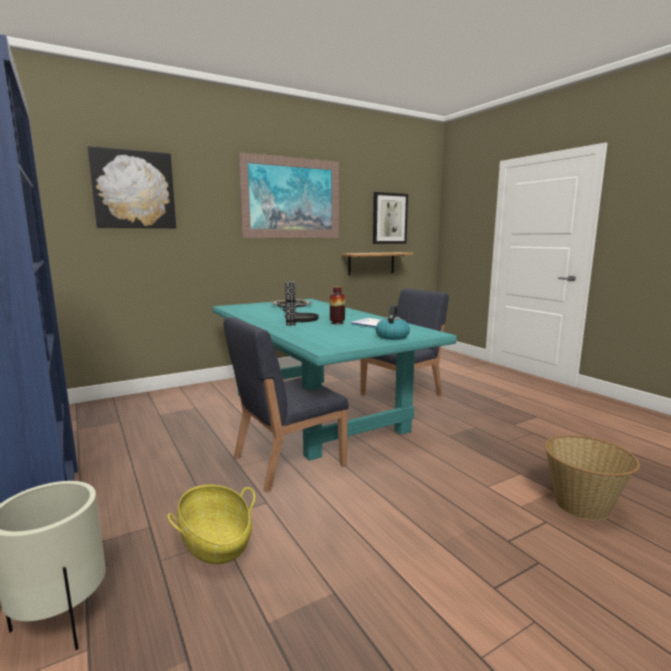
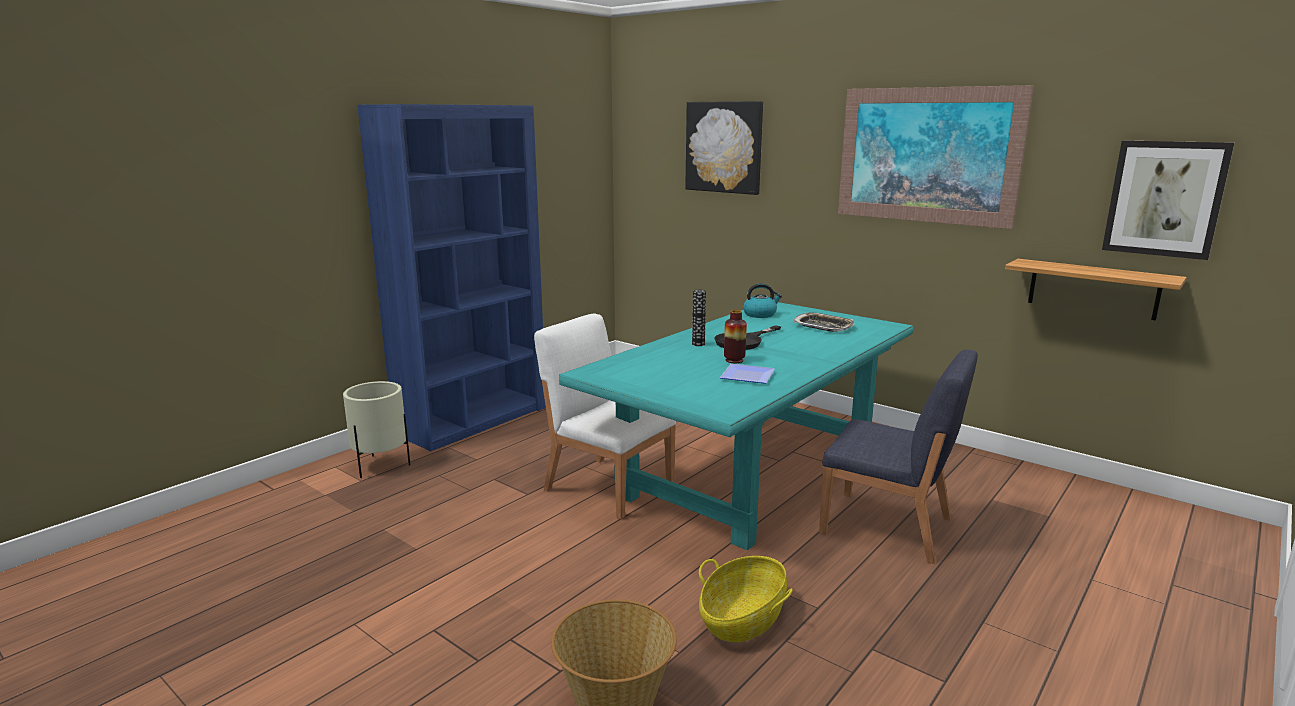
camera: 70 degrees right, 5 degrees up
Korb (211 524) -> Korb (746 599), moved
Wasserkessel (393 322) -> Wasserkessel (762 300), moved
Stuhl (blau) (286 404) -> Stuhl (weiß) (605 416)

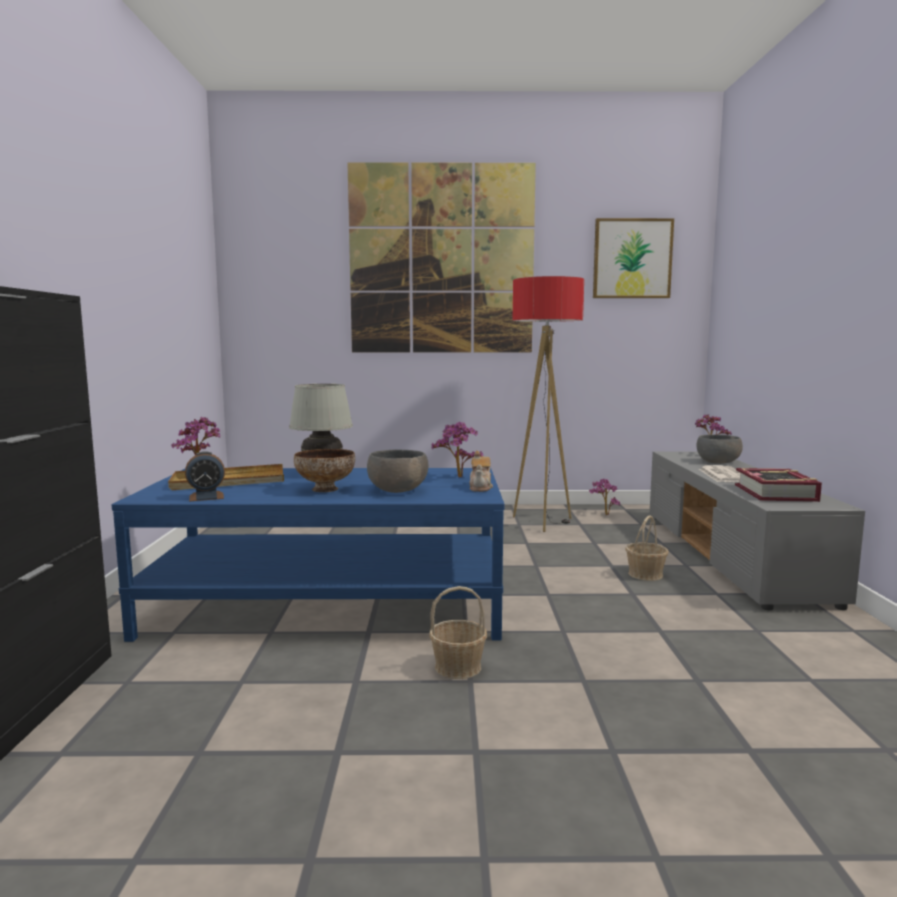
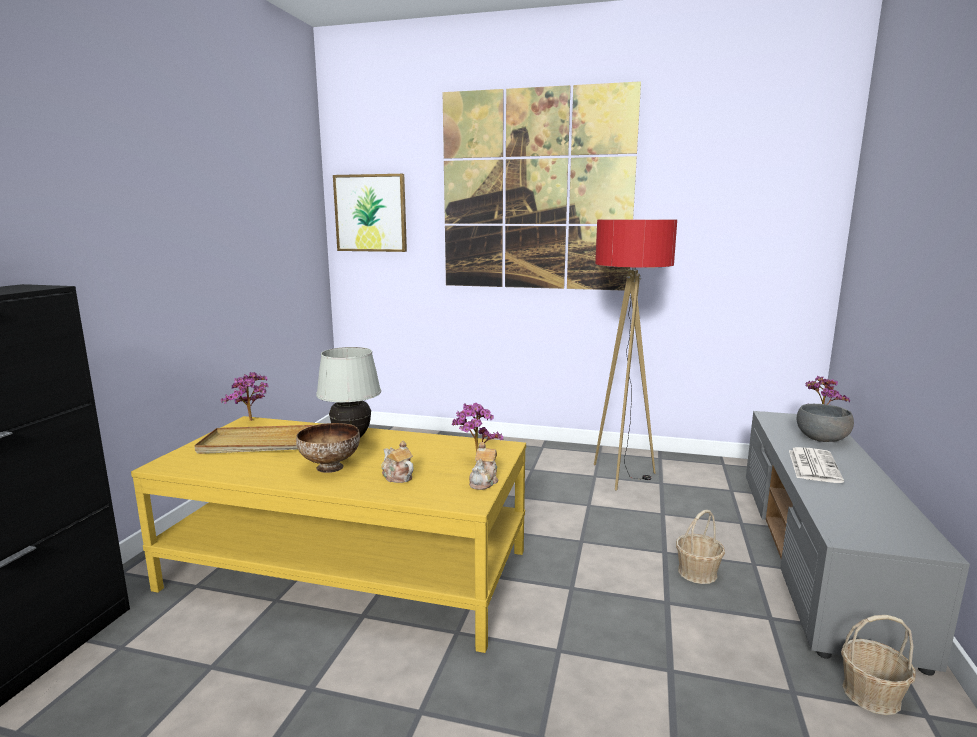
camera: 15 degrees right, 5 degrees up
Wecker (205 476) -> none
Topfpflanze (604 497) -> none
Buch (778 485) -> none
Korb (458 632) -> Korb (878 665), moved
Bild (633 258) -> Bild (370 213), moved
Schüssel (grau) (397 471) -> Teekanne (397 462)
Couchtisch (blau) (308 555) -> Couchtisch (gelb) (328 534)

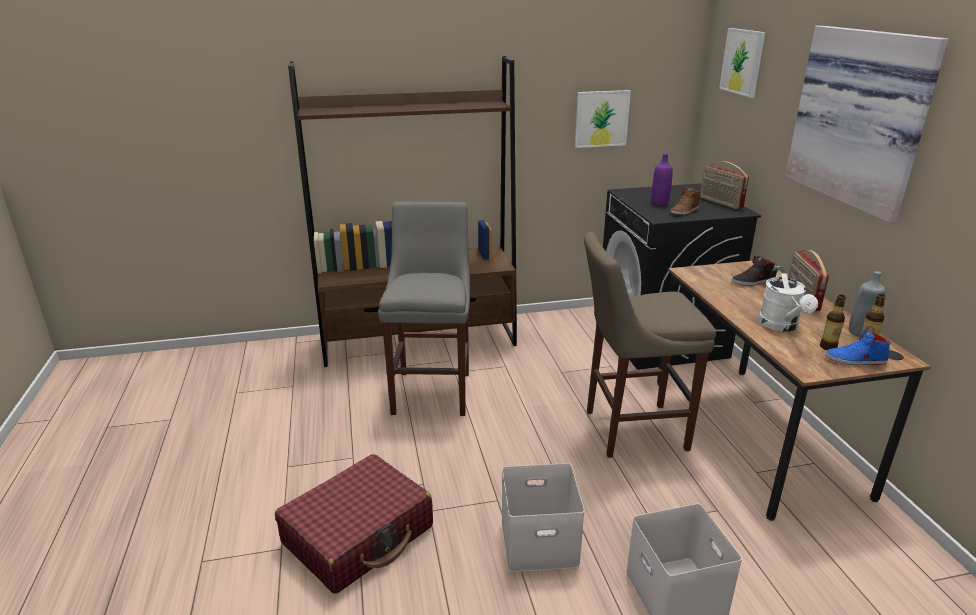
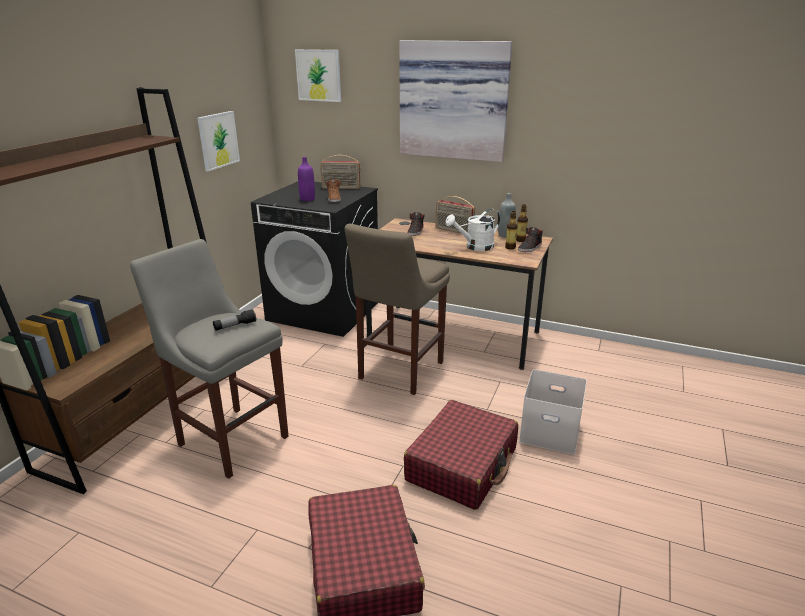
camera: 55 degrees left, 0 degrees up
none -> Taschenlampe (234 320)
Aufbewahrungsbox (weiß) (543 517) -> Koffer (rot) (461 455)
Schuh (blau) (858 347) -> Schuh (schwarz) (530 239)
Gießkanne (weiß) (788 299) -> Gießkanne (weiß) (472 230), 120 degrees clockwise

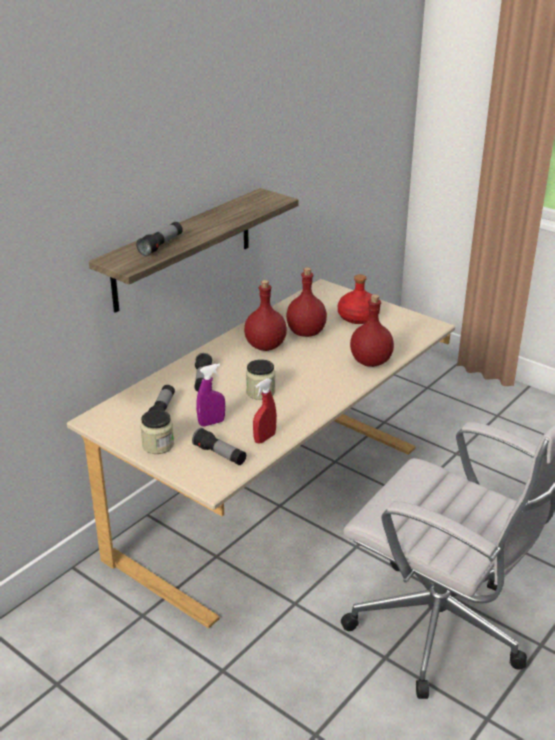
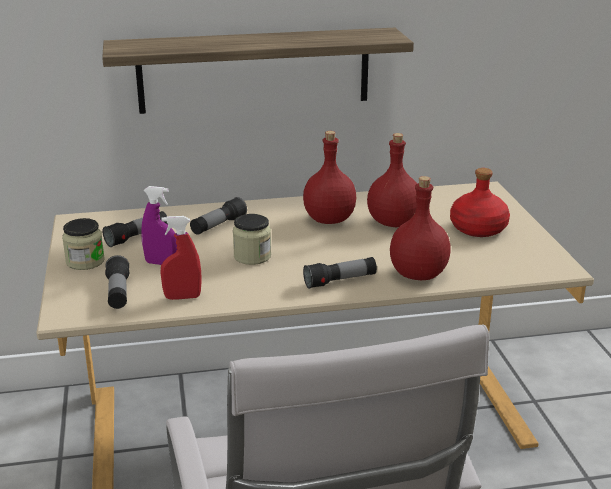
camera: 40 degrees right, 5 degrees down
Taschenlampe (159 239) -> Taschenlampe (340 273), moved

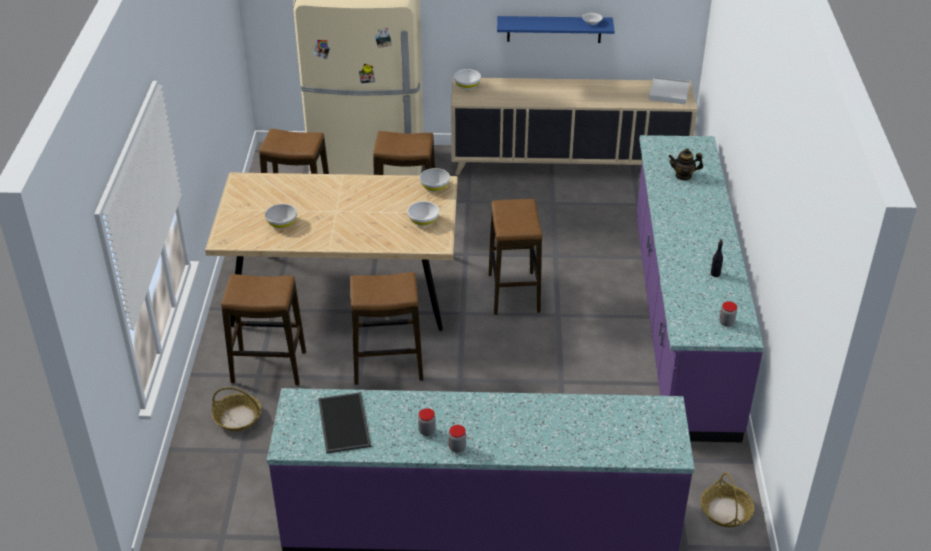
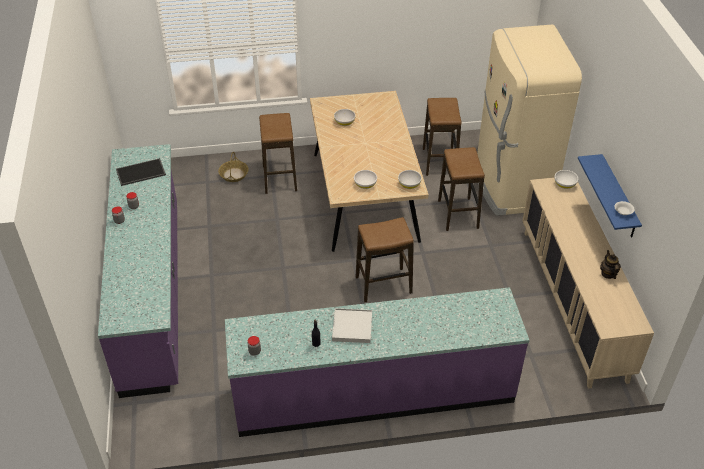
camera: 80 degrees right, 5 degrees up
Hocker (386 328) -> none
Korb (727 499) -> none
Tablett (weiß) (669 91) -> Tablett (weiß) (352 325), moved
Teekanne (685 164) -> Teekanne (610 264), moved

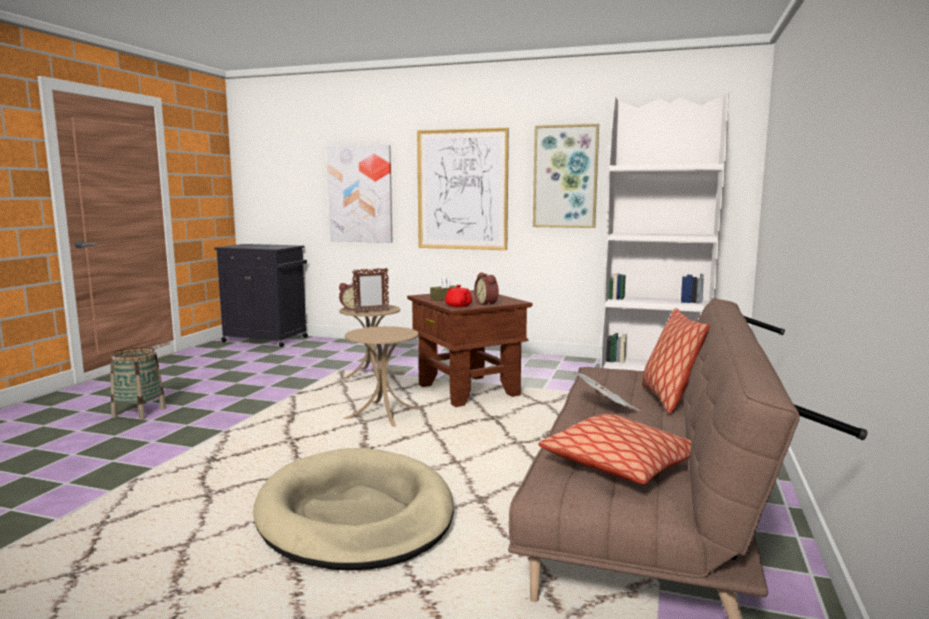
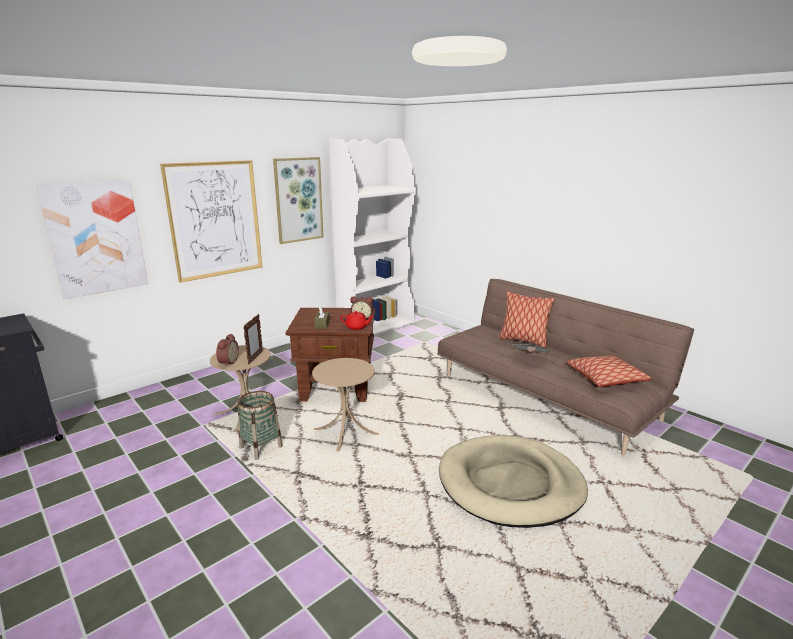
camera: 60 degrees left, 10 degrees up
Korb (138 383) -> Korb (260 425), moved

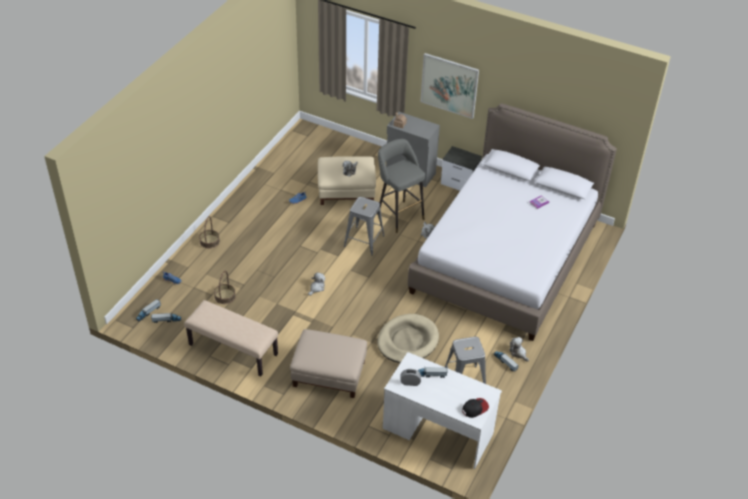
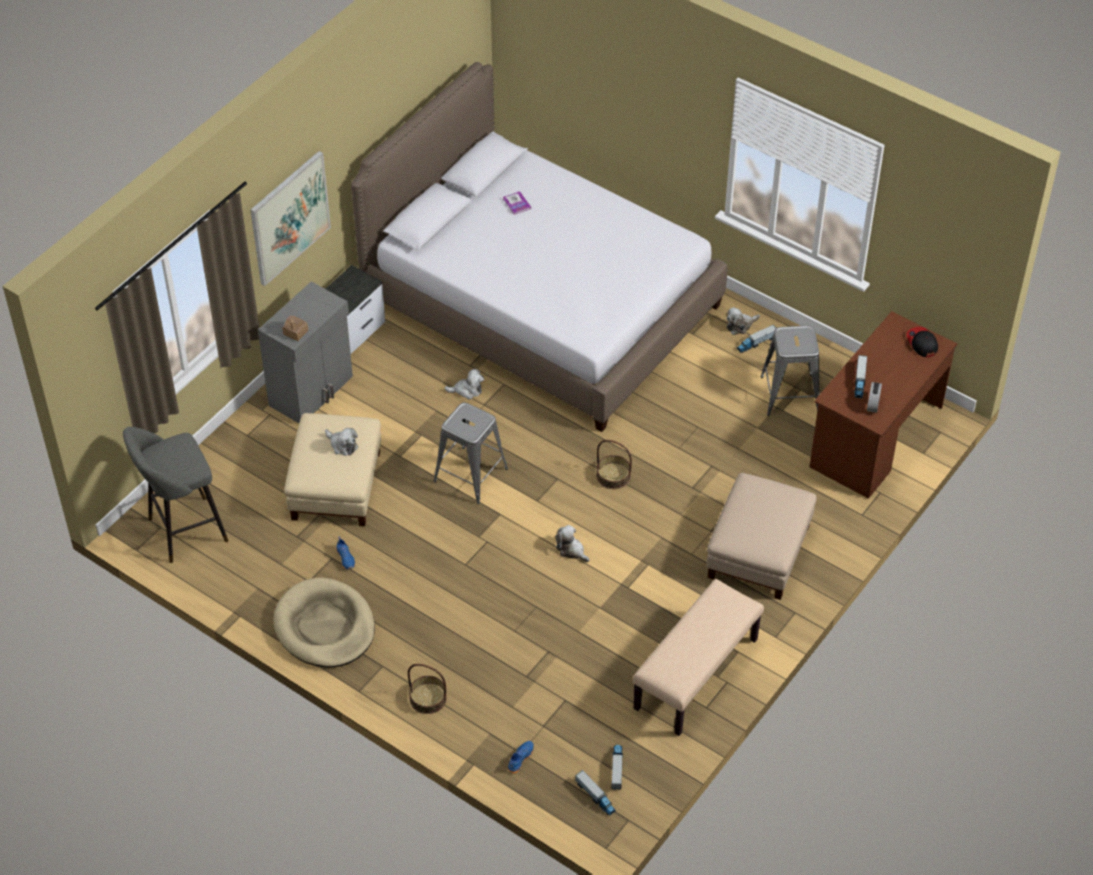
camera: 80 degrees left, 5 degrees up
Korb (225 287) -> Korb (614 464), moved
Hocker (grau) (401 186) -> Hocker (grau) (175 495), moved
Hundebett (beige) (408 338) -> Hundebett (beige) (324 622), moved
Schreibtisch (weiß) (442 410) -> Schreibtisch (braun) (883 405)

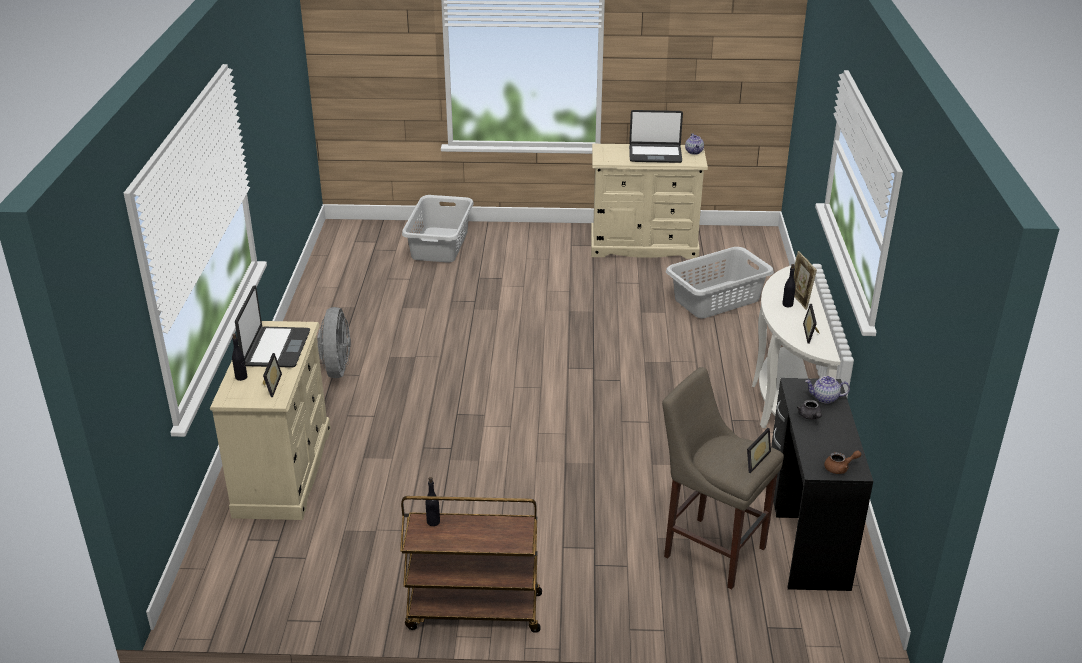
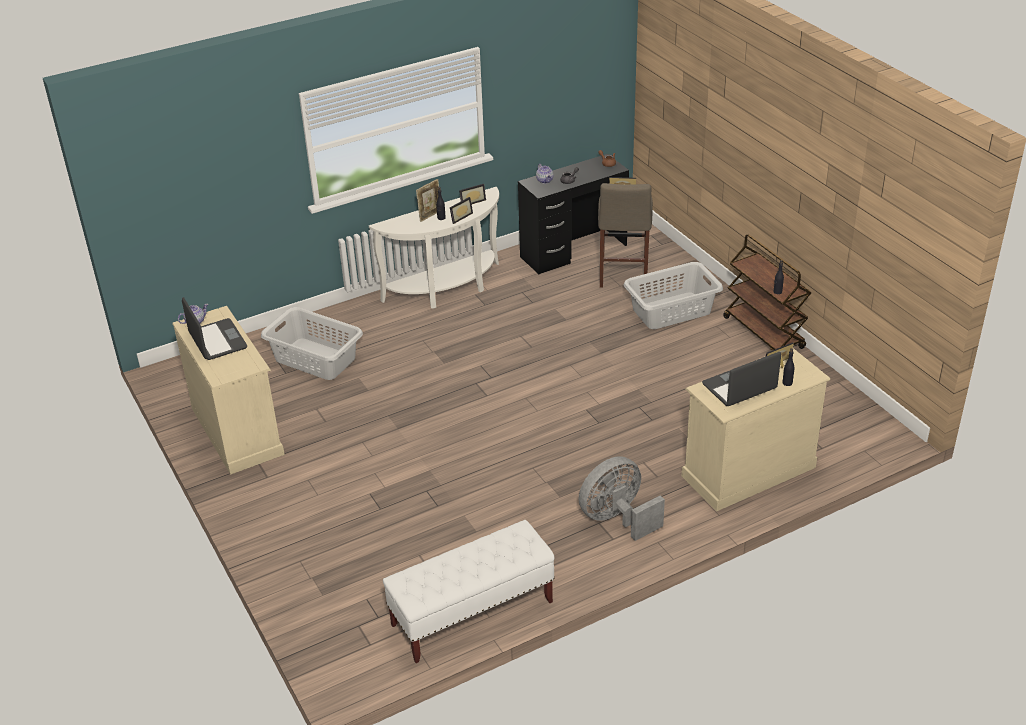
camera: 120 degrees left, 5 degrees up
none -> Bank (weiß) (468 591)
none -> Bilderrahmen (461 210)
Wäschekorb (grau) (438 228) -> Wäschekorb (grau) (673 295), moved

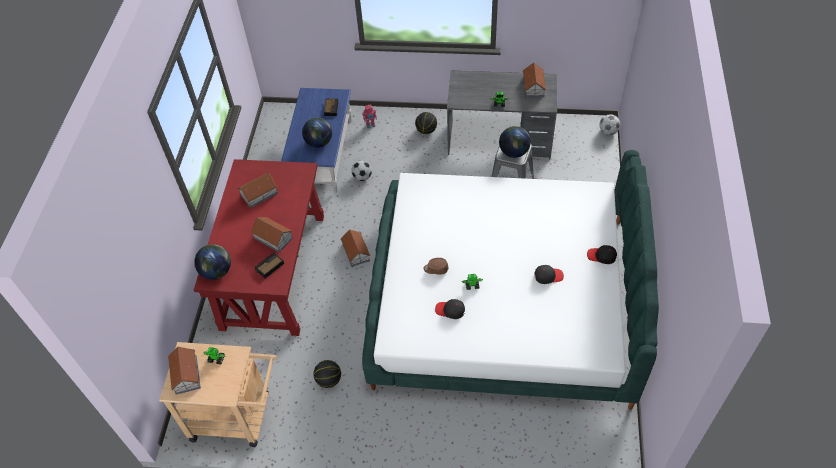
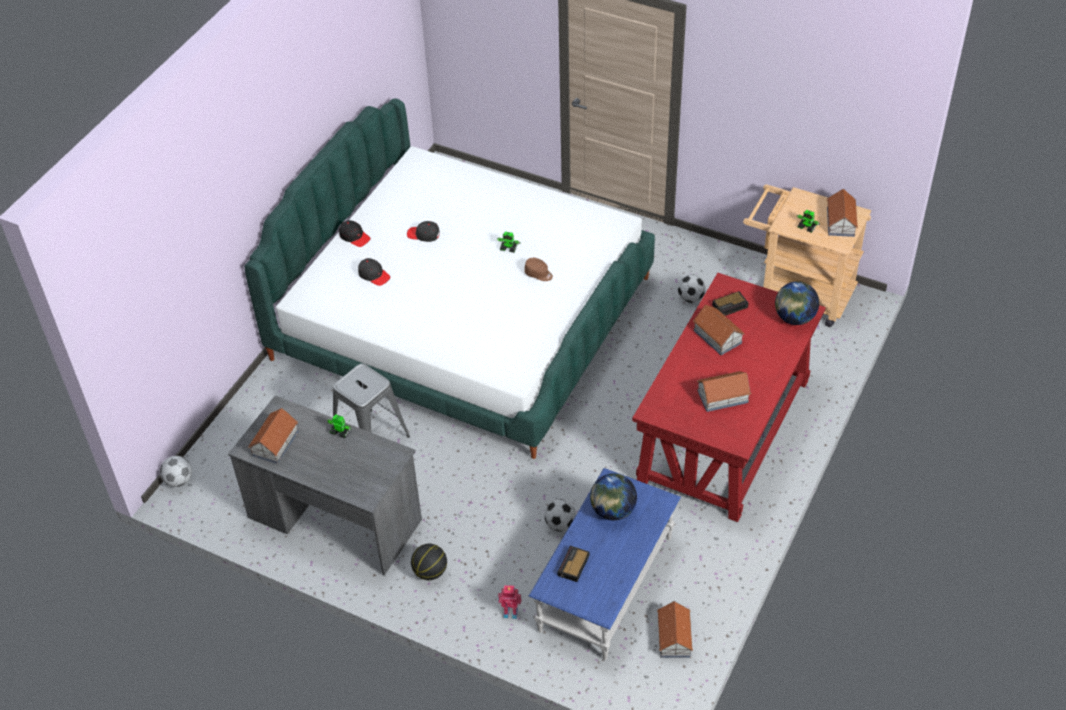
camera: 160 degrees left, 5 degrees down
Globus (515 142) -> none
Spielzeughaus (355 248) -> Spielzeughaus (675 629), moved
Kappe (schwarz) (450 309) -> Kappe (schwarz) (374 272), moved
Basketball (327 374) -> Fußball (691 288)

